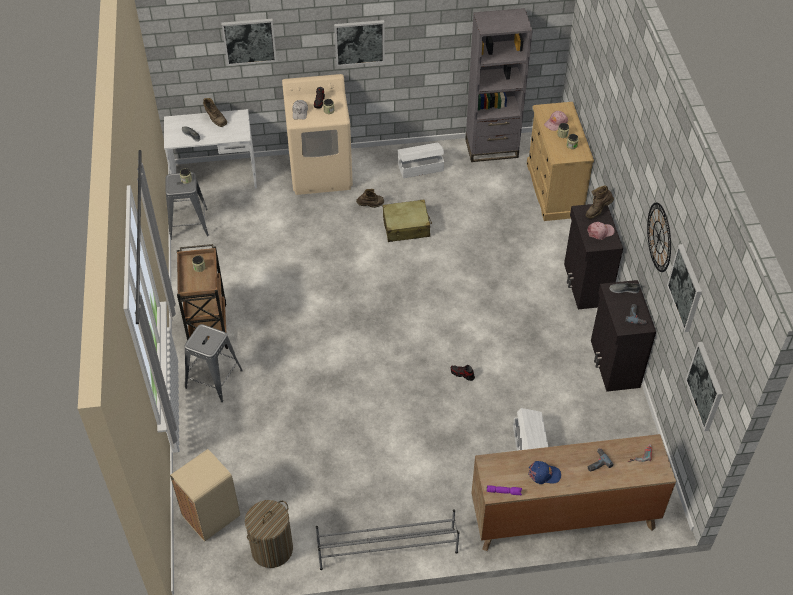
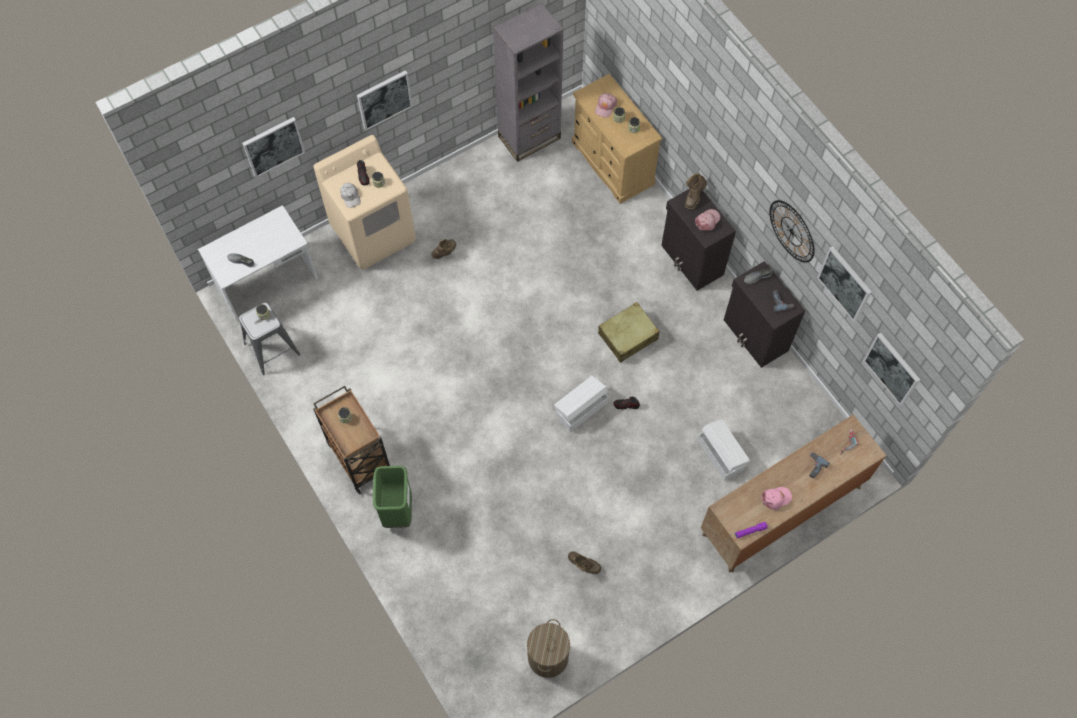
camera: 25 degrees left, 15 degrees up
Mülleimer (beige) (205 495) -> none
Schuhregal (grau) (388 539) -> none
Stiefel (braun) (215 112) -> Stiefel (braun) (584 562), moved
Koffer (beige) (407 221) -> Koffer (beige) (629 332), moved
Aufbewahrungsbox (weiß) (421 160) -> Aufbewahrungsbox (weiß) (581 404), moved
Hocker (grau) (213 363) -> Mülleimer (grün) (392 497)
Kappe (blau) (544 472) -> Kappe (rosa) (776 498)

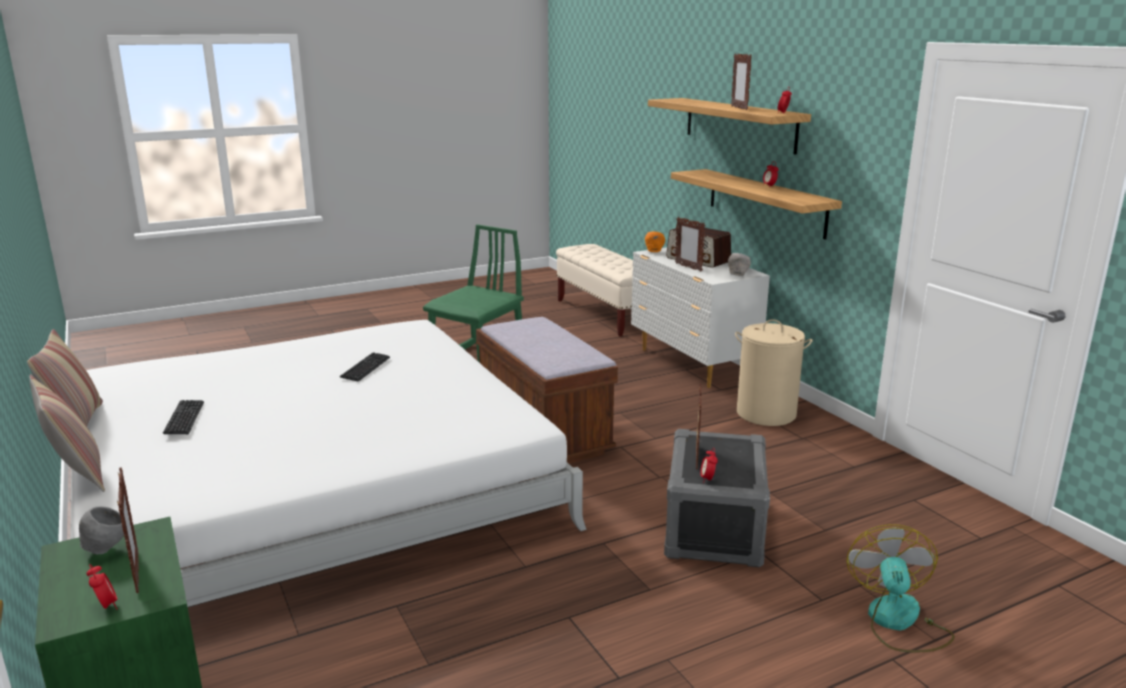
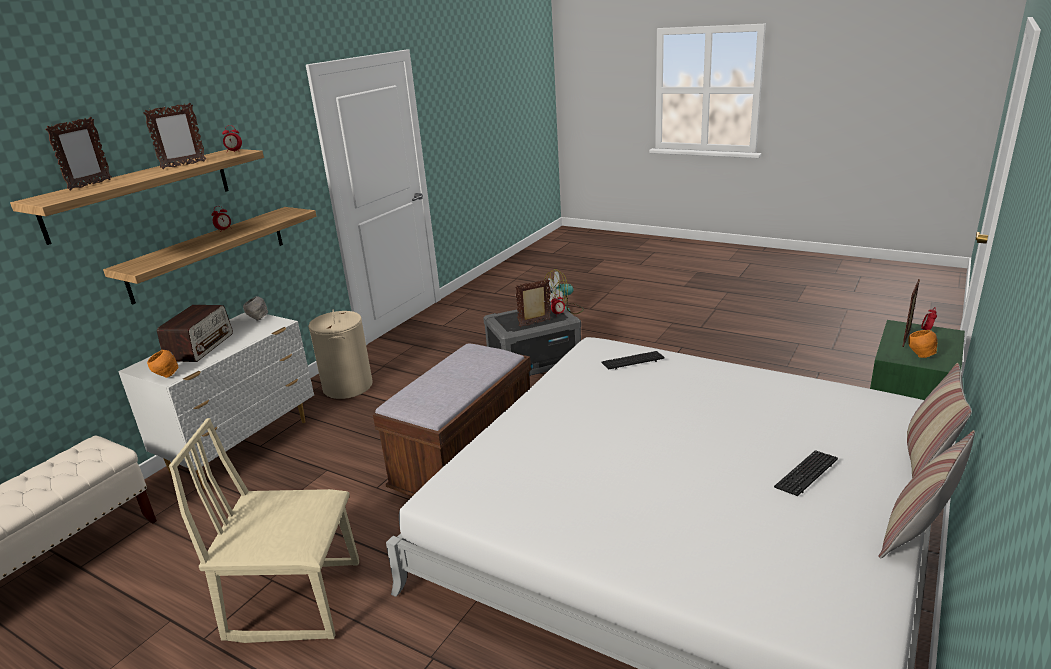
camera: 120 degrees left, 5 degrees up
Tastatur (365 367) -> Tastatur (633 360), moved
Bilderrahmen (690 244) -> Bilderrahmen (78 154), moved
Schüssel (grau) (101 530) -> Schüssel (orange) (923 344)
Stuhl (grün) (473 293) -> Stuhl (beige) (264 530)

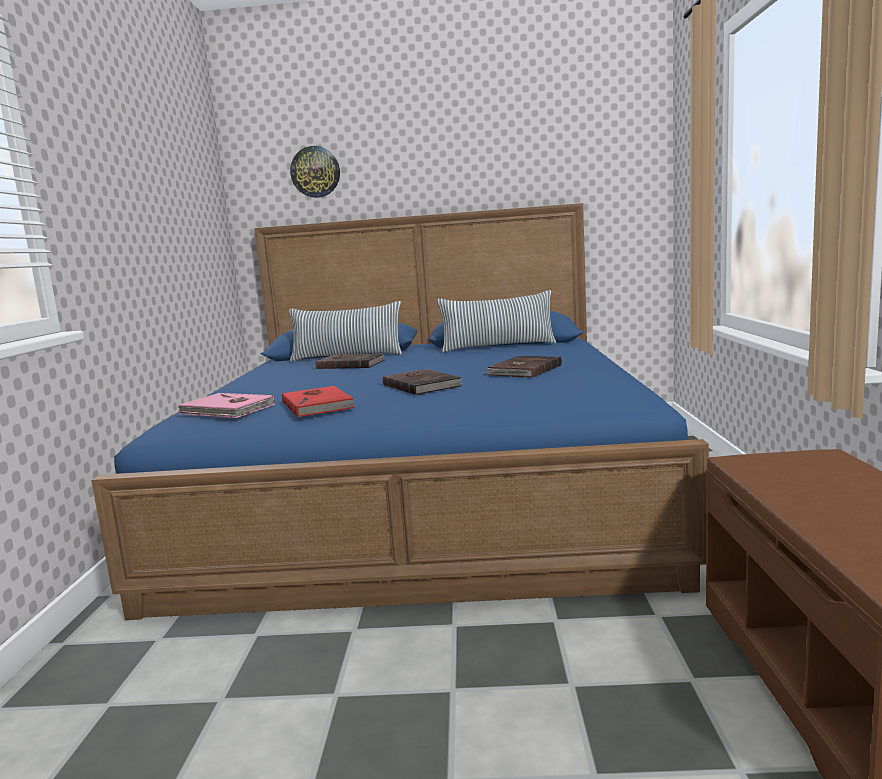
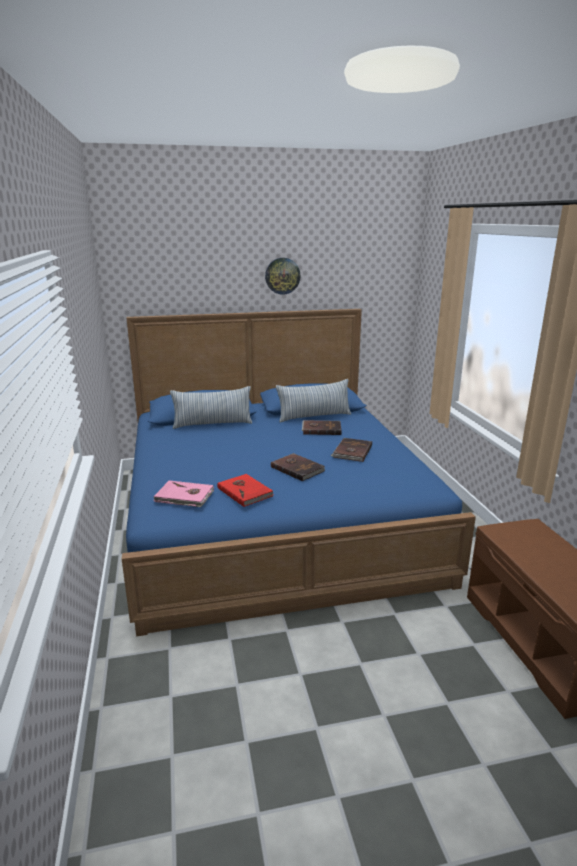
camera: 15 degrees left, 10 degrees up
Wanduhr (315 172) -> Wanduhr (282 276), moved
Buch (braun) (350 361) -> Buch (braun) (321 427), moved

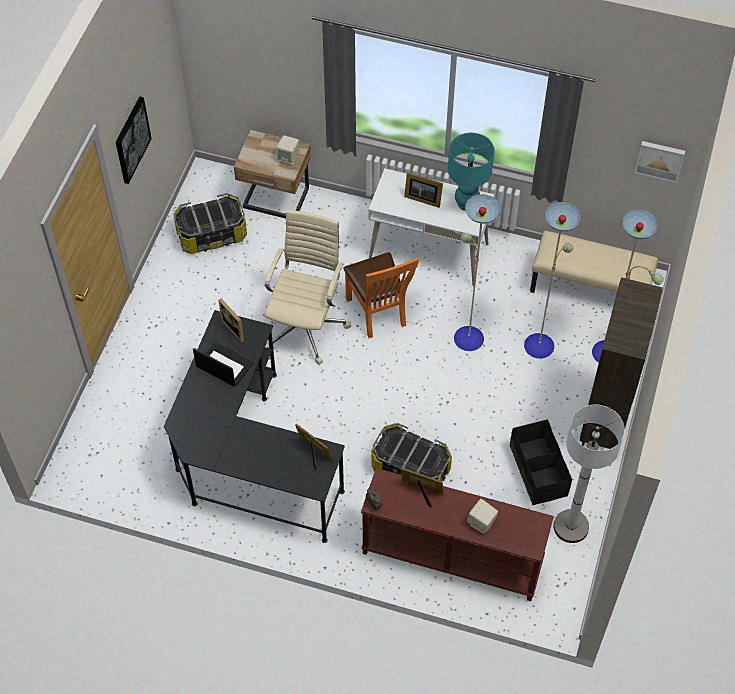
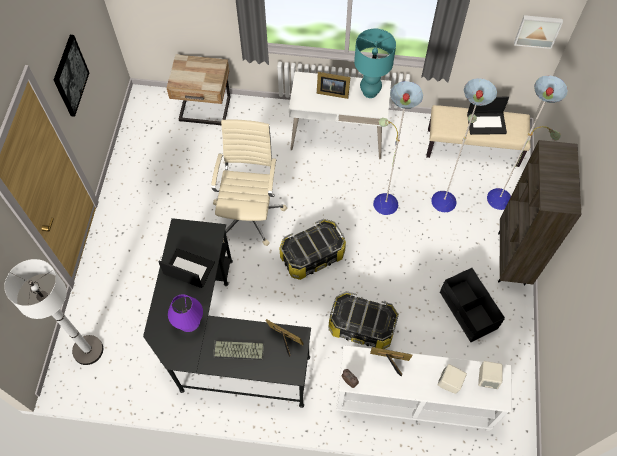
camera: 10 degrees left, 5 degrees up
Bilderrahmen (231 320) -> none
Stuhl (orange) (381 295) -> none
none -> Tischlampe (lila) (185 313)
none -> Tastatur (238 350)
none -> Laptop (488 116)
Aufbewahrungsbox (210 223) -> Aufbewahrungsbox (312 249), moved
Lautsprecher (beige) (287 150) -> Lautsprecher (beige) (490 375), moved
Stehlampe (weiß) (589 474) -> Stehlampe (weiß) (53 312), moved
Konsolentisch (braun) (457 534) -> Konsolentisch (weiß) (424 388)

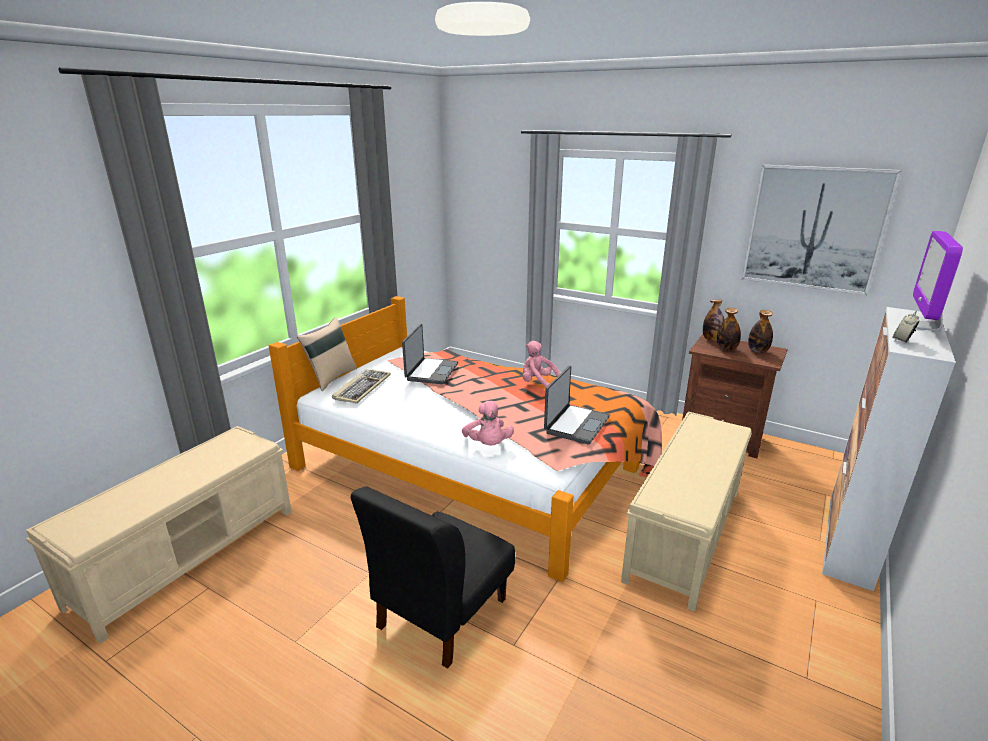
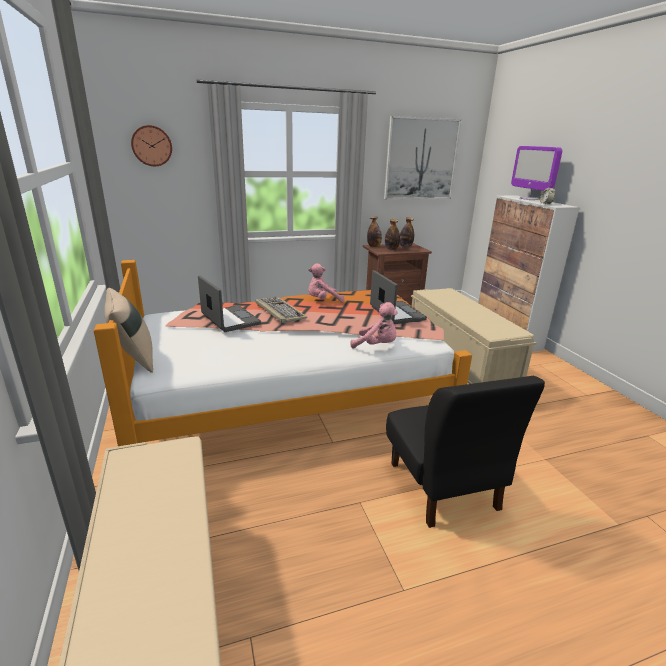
camera: 50 degrees left, 0 degrees up
none -> Wanduhr (151 145)
Tastatur (361 386) -> Tastatur (281 310), moved

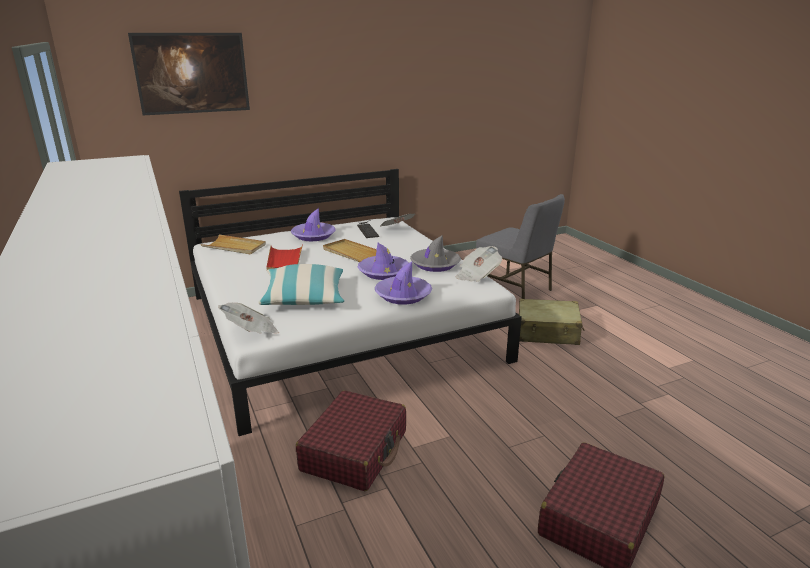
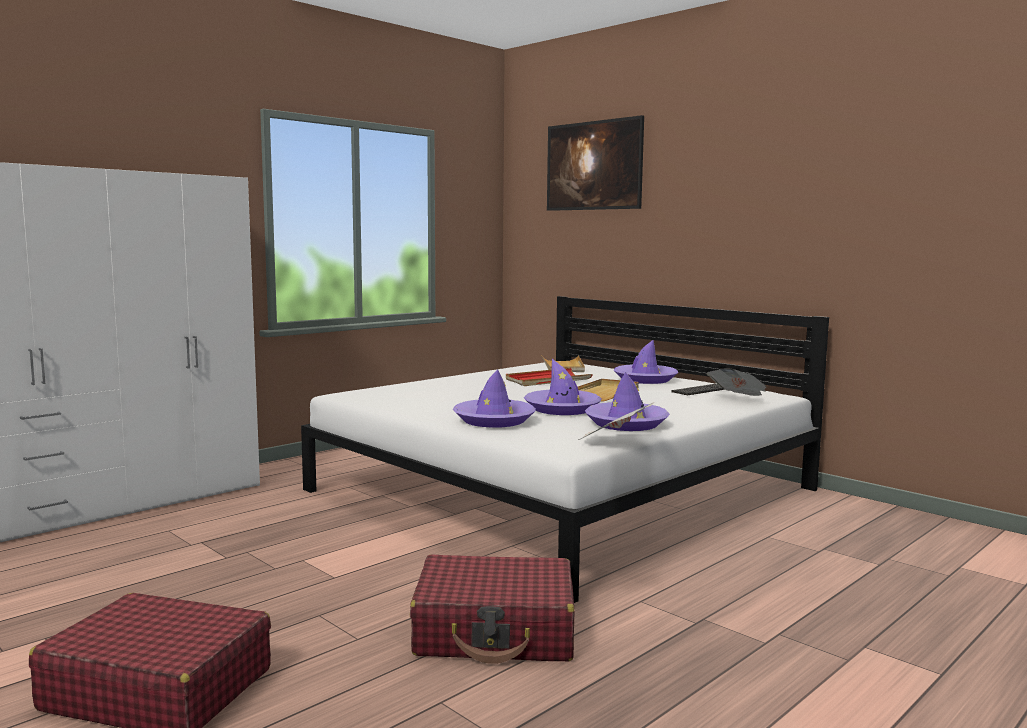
camera: 70 degrees right, 15 degrees down
Zeitung (248 318) -> none
Kissen (301 284) -> none
Stuhl (grau) (520 246) -> none
Koffer (beige) (551 322) -> none
Koffer (rot) (351 440) -> Koffer (rot) (492 609), moved
Hut (grau) (435 254) -> Hut (lila) (627 401)

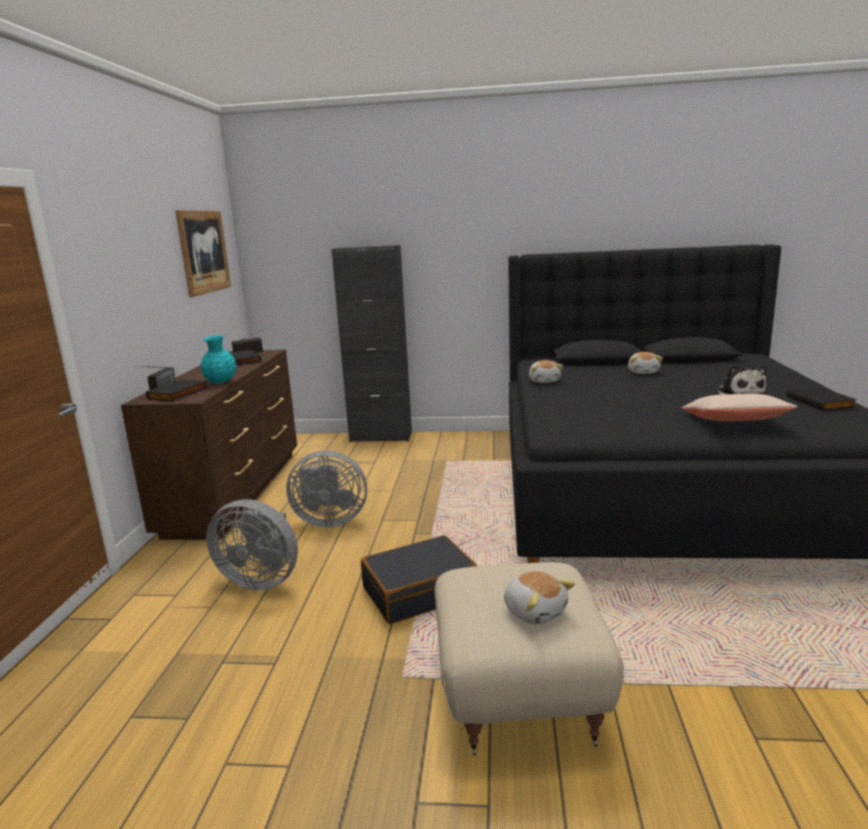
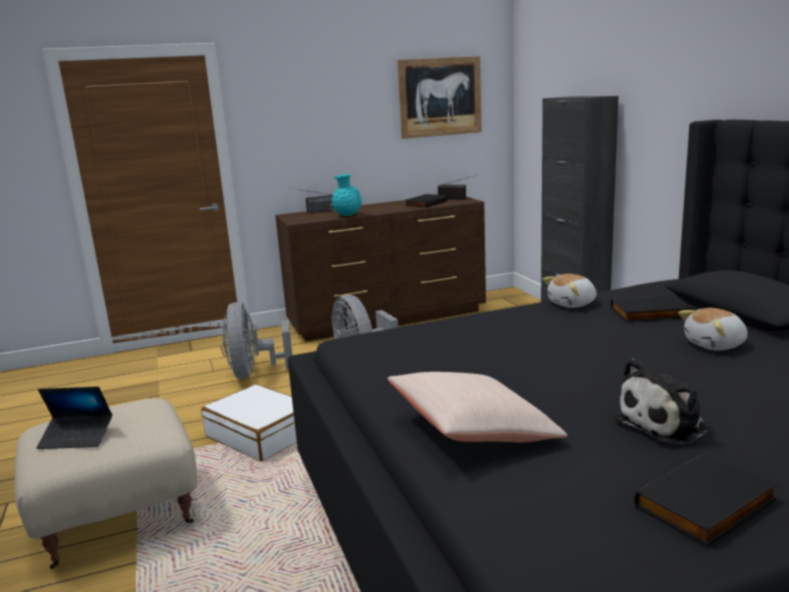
camera: 65 degrees right, 0 degrees up
Buch (schwarz) (177 390) -> Buch (schwarz) (652 308), moved
Plüschtier (539 597) -> Laptop (74 418)
Koffer (schwarz) (419 579) -> Koffer (weiß) (249 422)

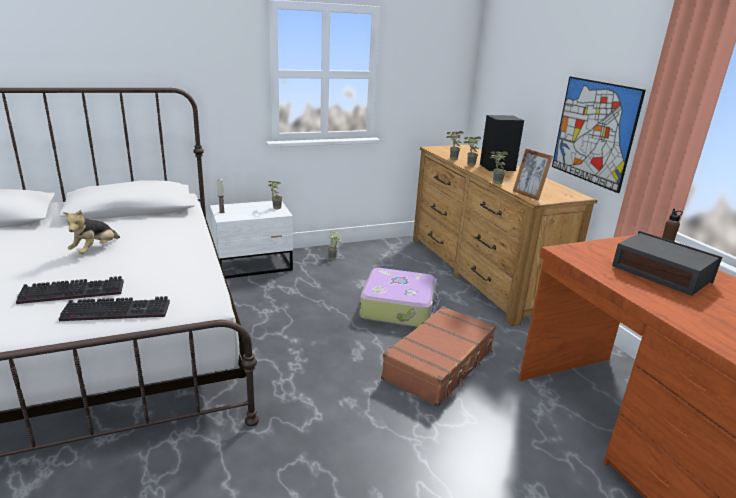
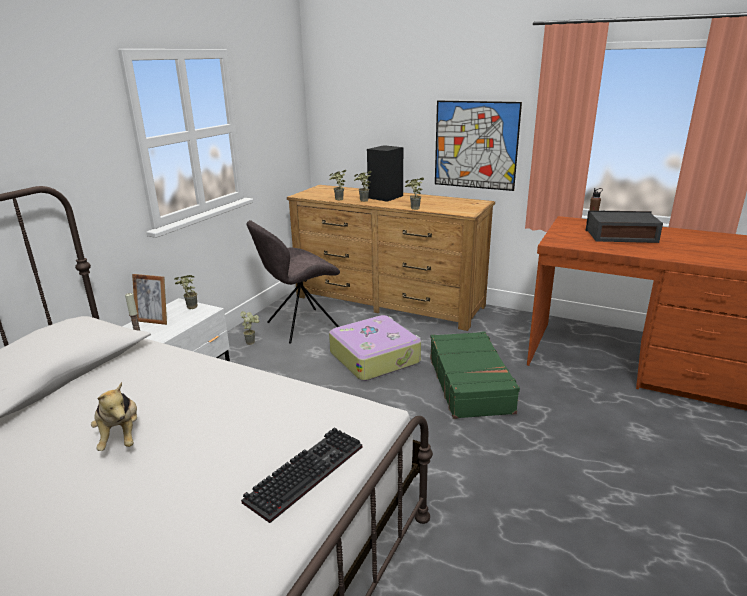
camera: 40 degrees left, 0 degrees up
Tastatur (70 290) -> none
none -> Stuhl (grau) (293 282)
Bilderrahmen (533 174) -> Bilderrahmen (149 299), moved
Koffer (braun) (438 356) -> Koffer (grün) (475 375)

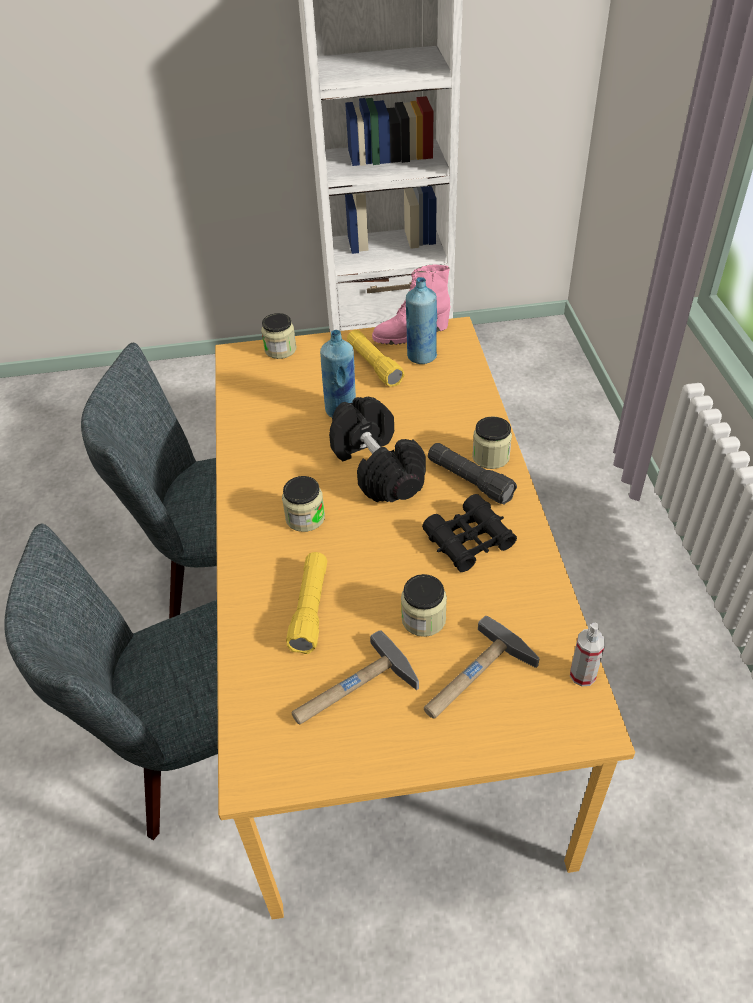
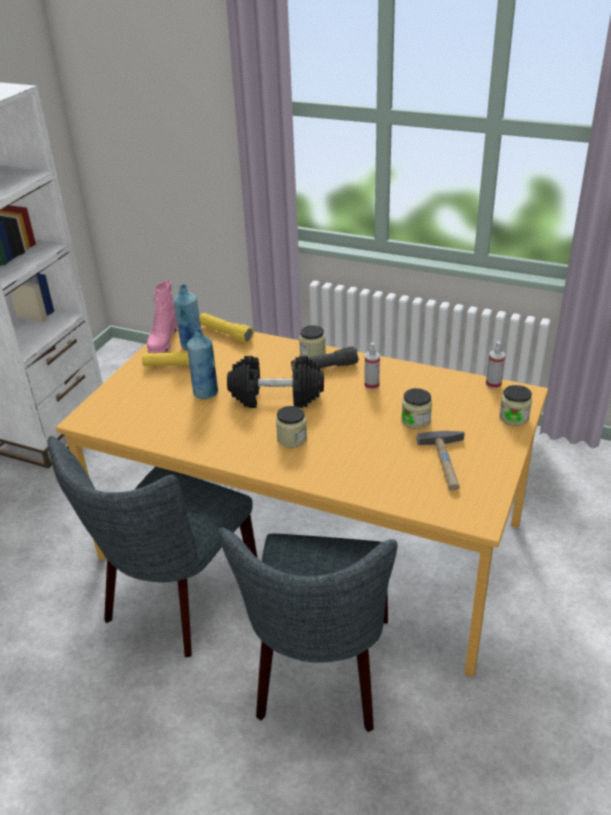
camera: 60 degrees left, 10 degrees down
Hammer (482 667) -> none
Vorratsglas (278 336) -> Vorratsglas (515 405), moved
Taschenlampe (gelb) (306 603) -> Taschenlampe (gelb) (226 328), moved
Fernglas (schwarz) (469 533) -> Sprühflasche (372 366)

